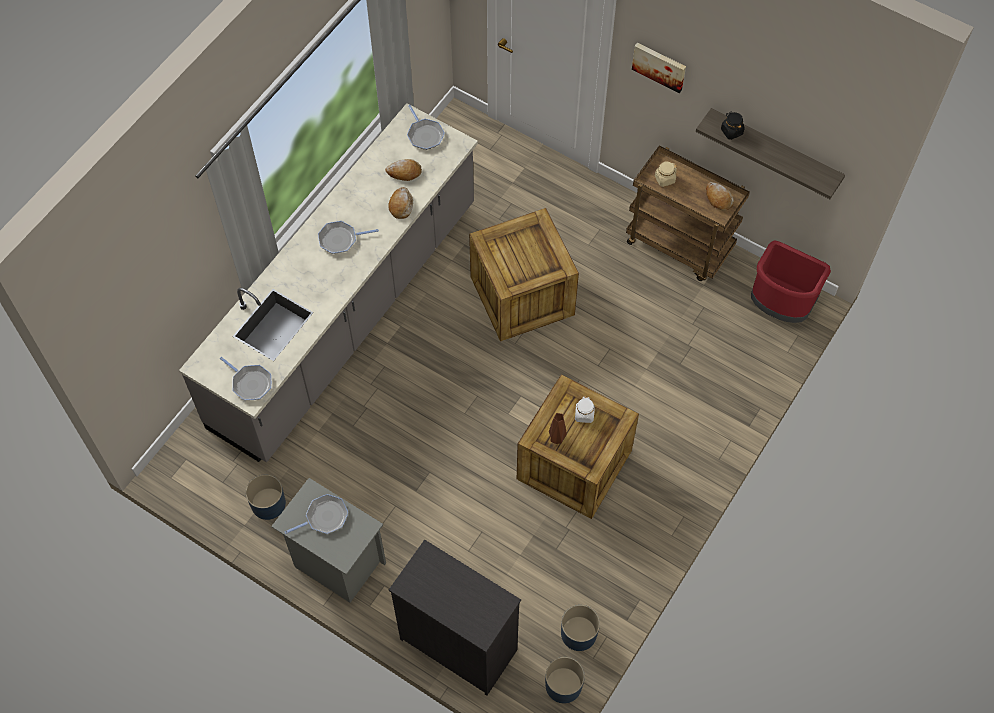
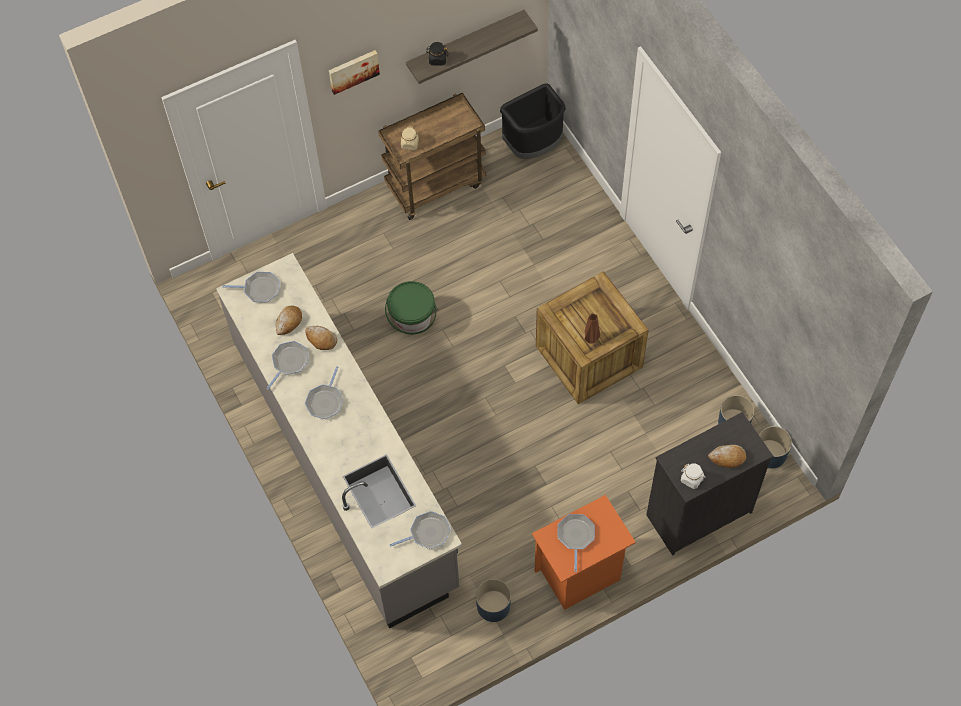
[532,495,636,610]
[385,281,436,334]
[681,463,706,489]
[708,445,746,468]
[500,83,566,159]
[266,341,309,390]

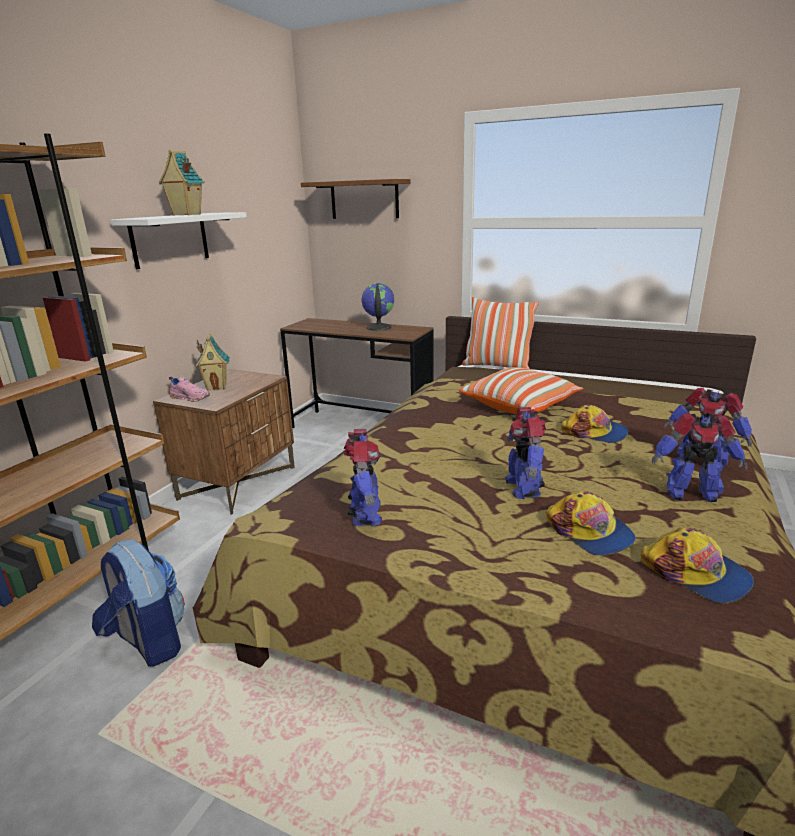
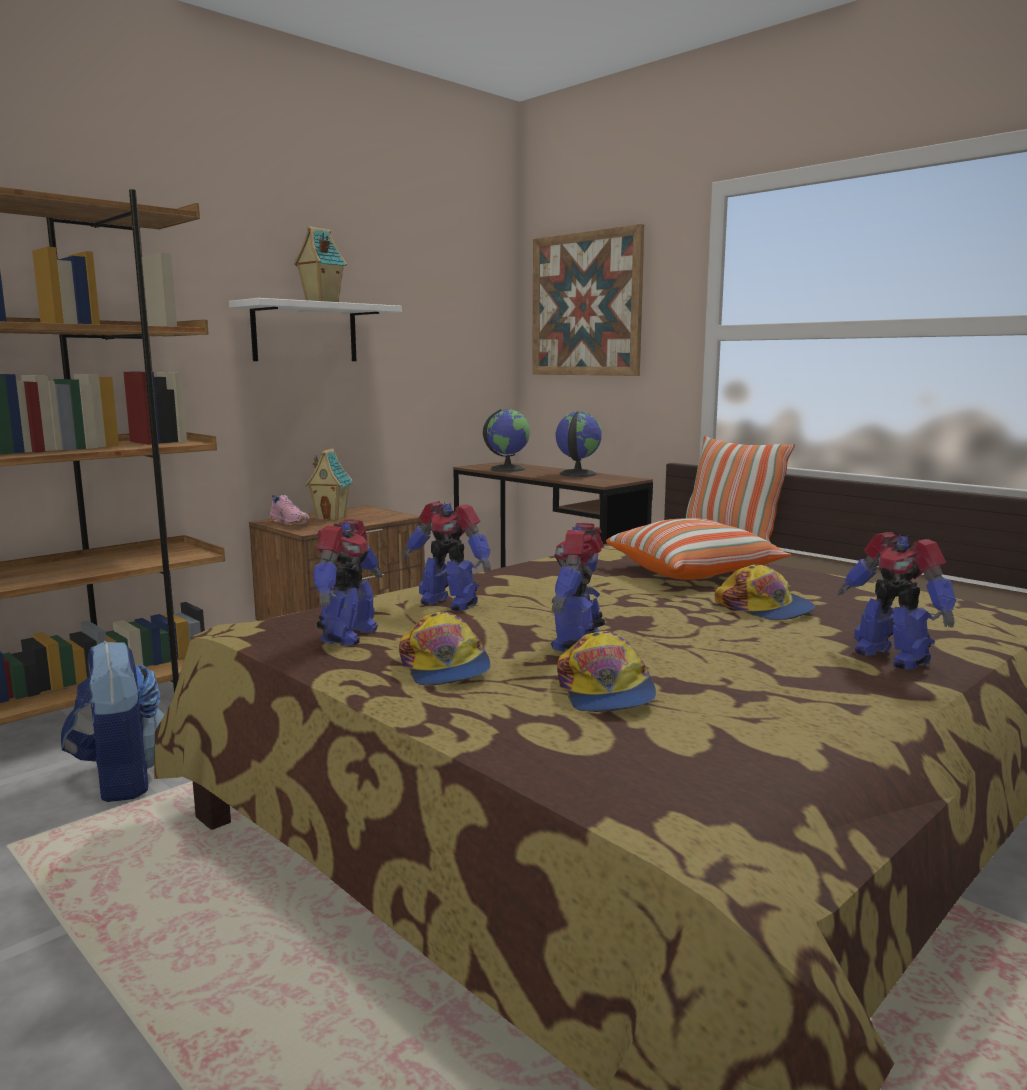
[532,224,644,376]
[399,612,491,685]
[403,501,491,611]
[483,409,530,472]

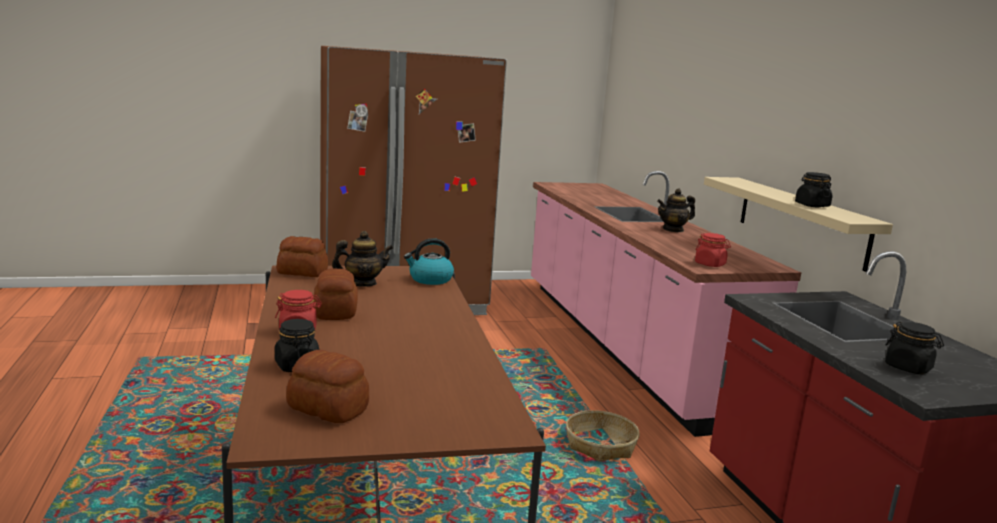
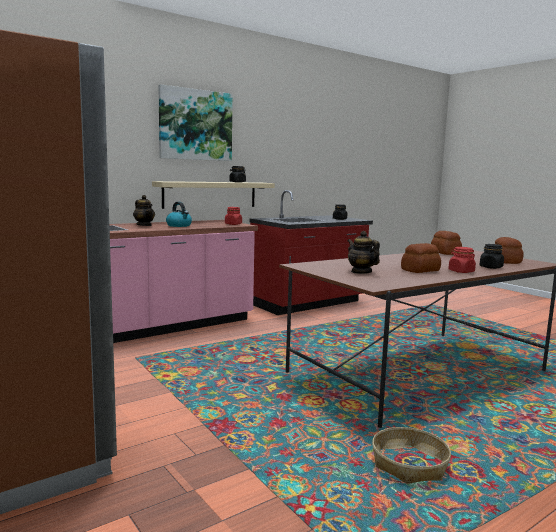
[431,231,462,255]
[166,202,192,227]
[372,427,451,484]
[158,84,232,161]

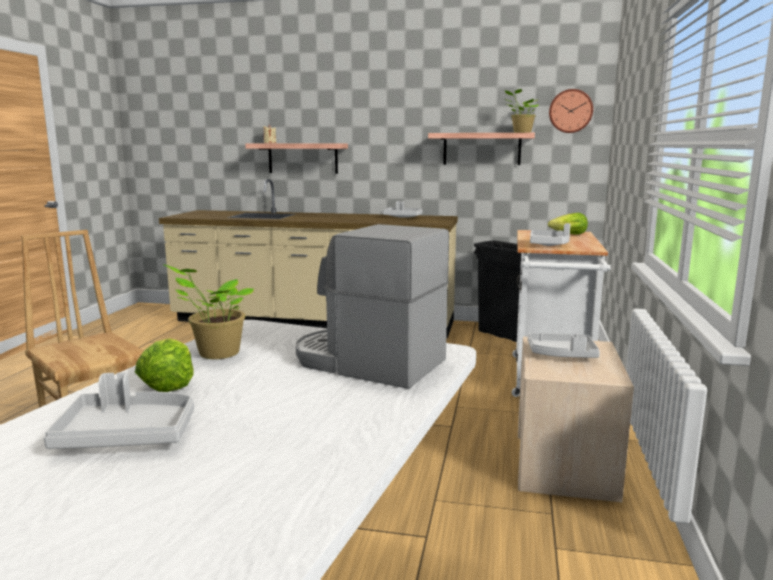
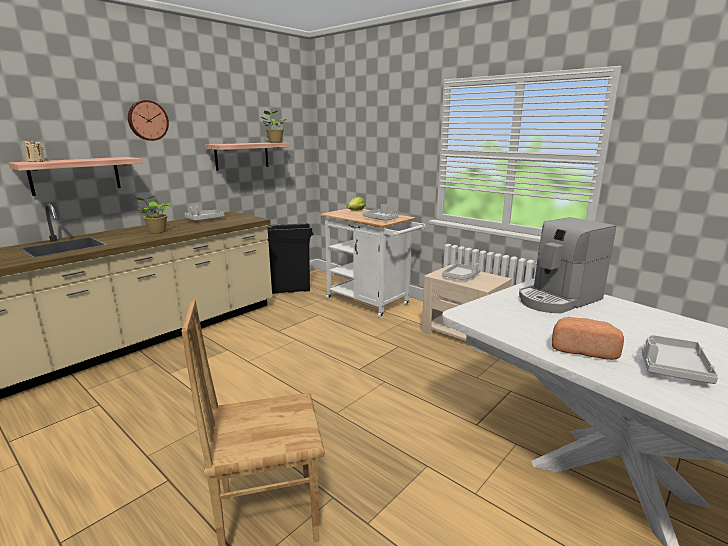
[552,317,624,360]
[135,196,170,233]
[128,100,169,141]

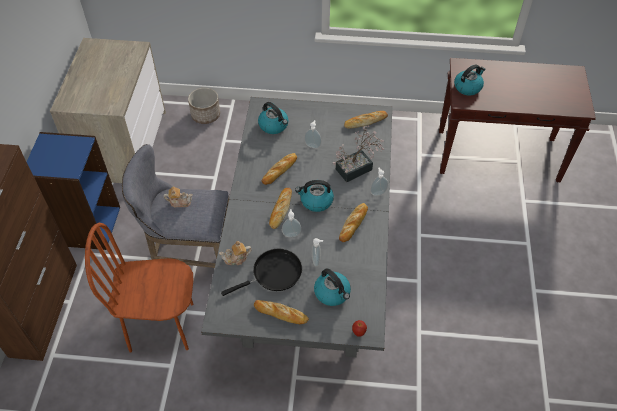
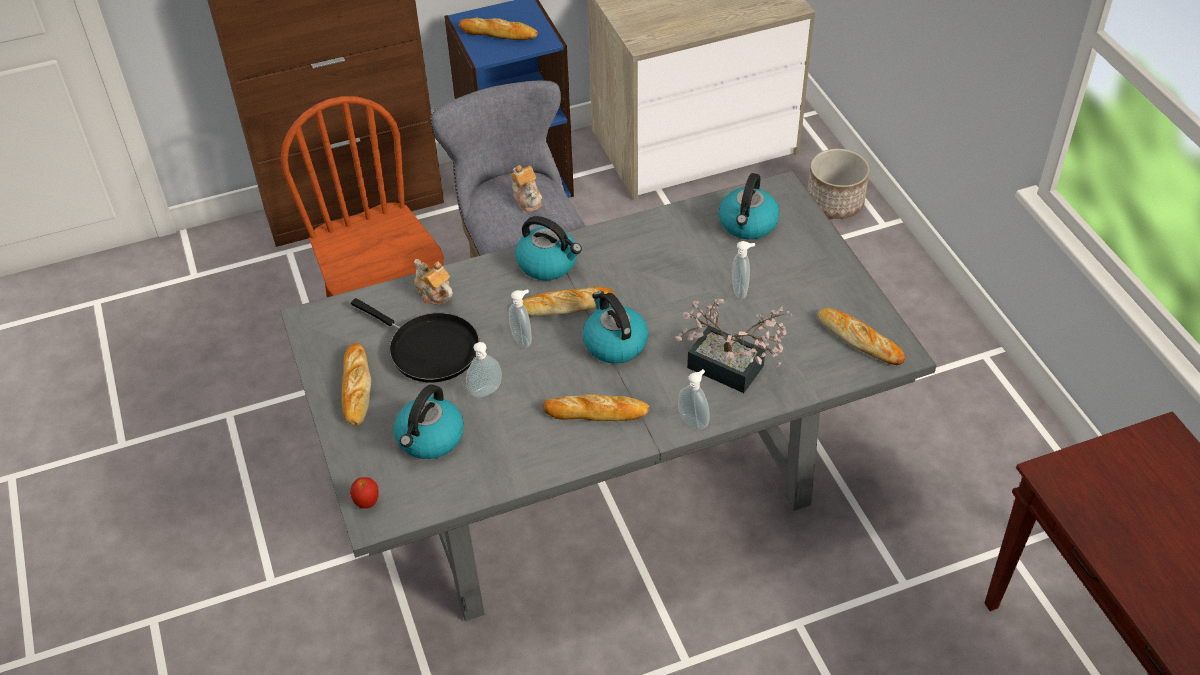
[459,17,538,40]
[515,216,582,280]

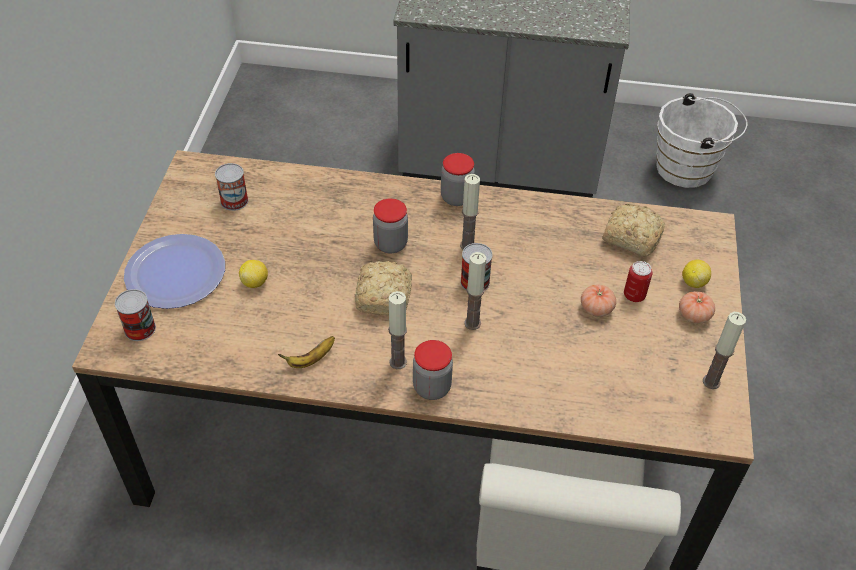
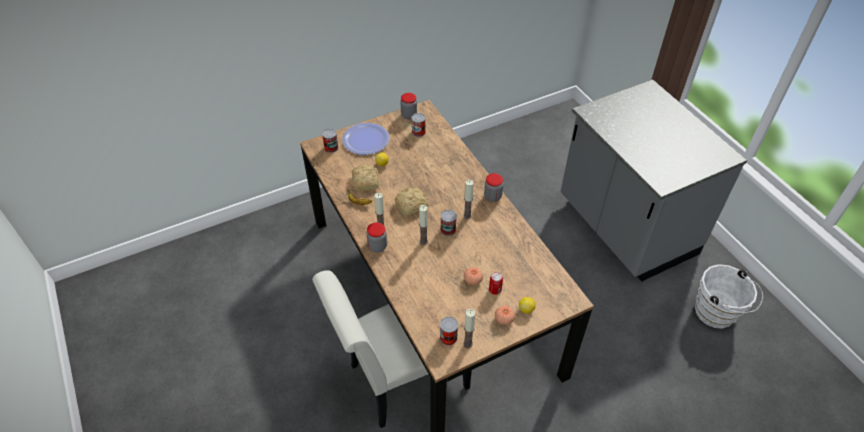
[400,93,417,119]
[352,165,379,191]
[440,317,458,345]

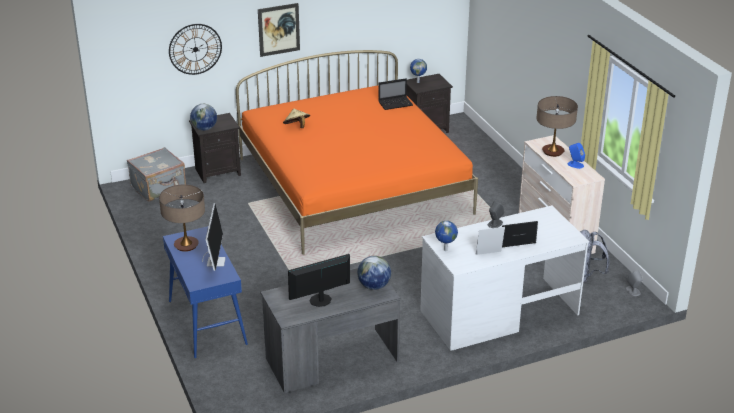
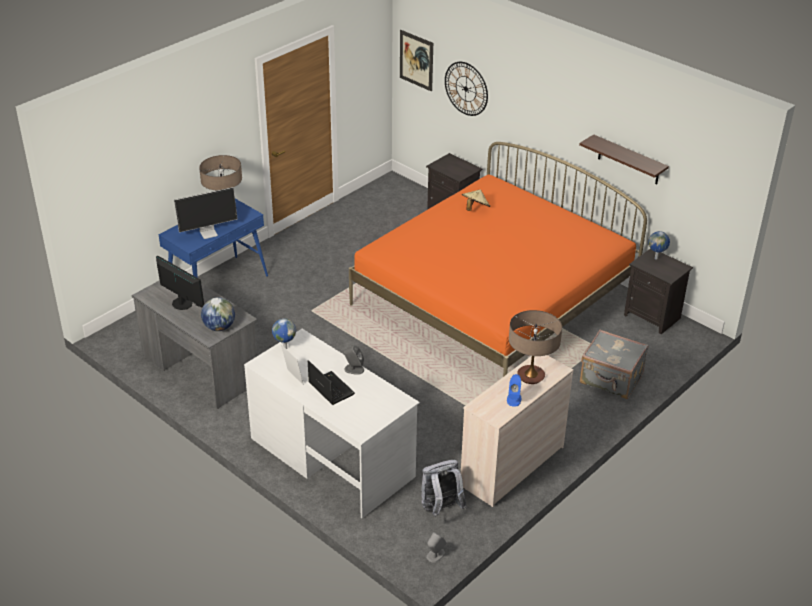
[580,330,648,399]
[190,104,217,131] (first image)
[400,30,433,92]
[378,78,413,110] (first image)
[579,135,669,184]

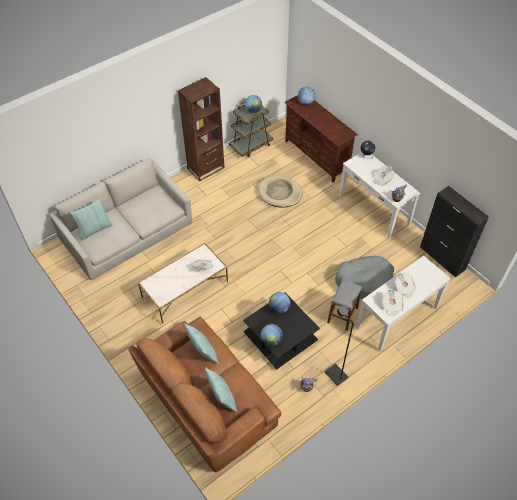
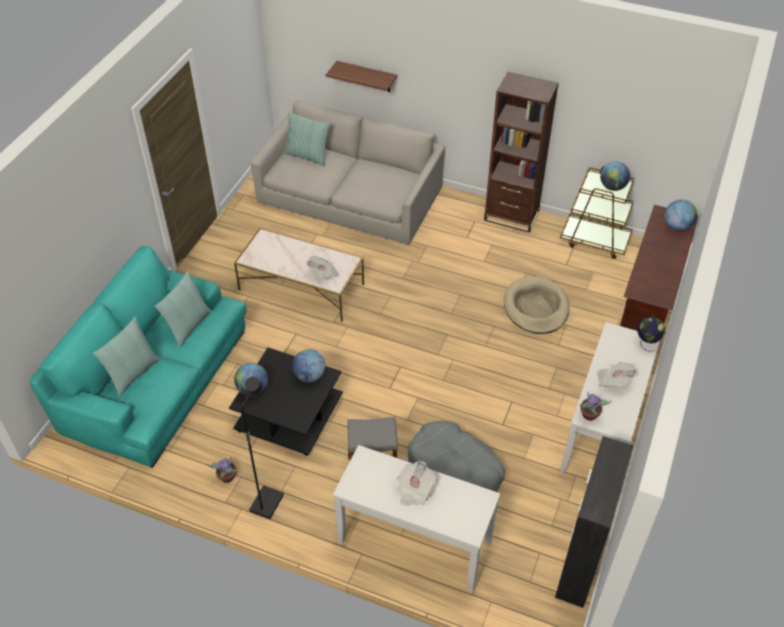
[29,246,247,468]
[382,289,404,317] (first image)
[326,61,398,92]

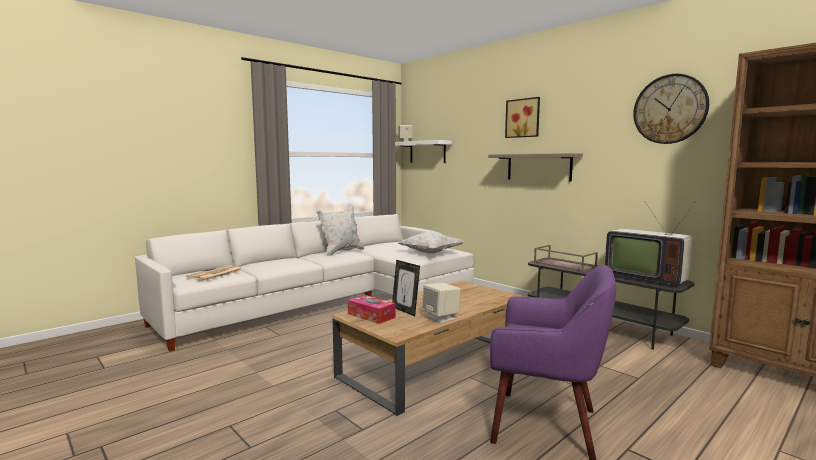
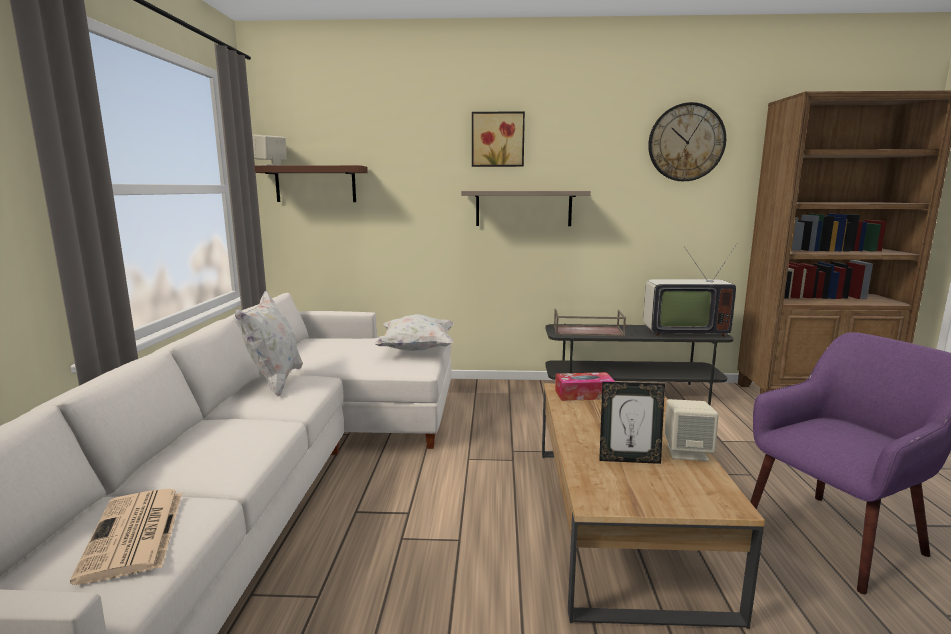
[555,372,615,401]
[254,165,368,202]

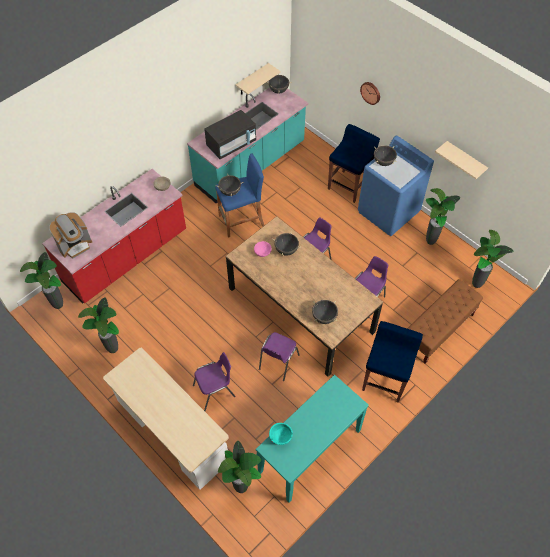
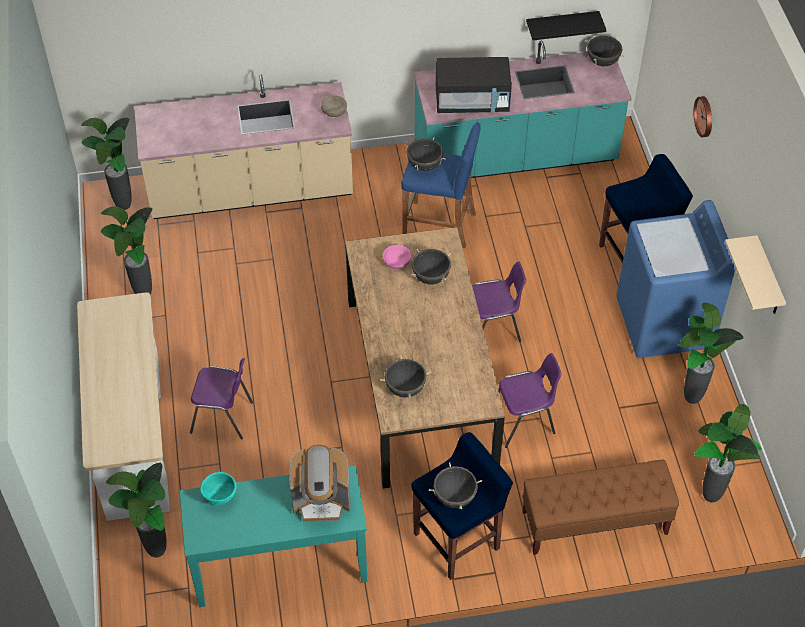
[134,75,353,219]
[289,445,350,522]
[526,11,606,40]
[259,332,300,381] (first image)
[429,462,482,509]

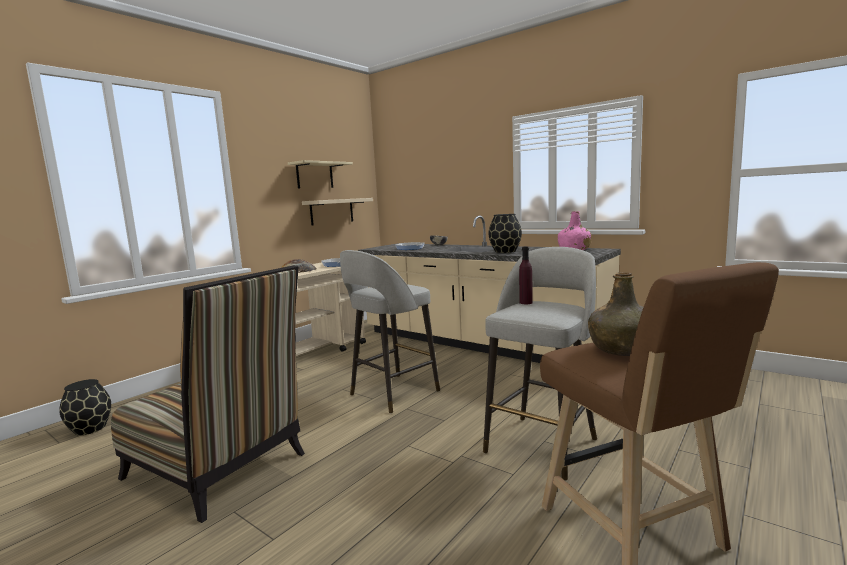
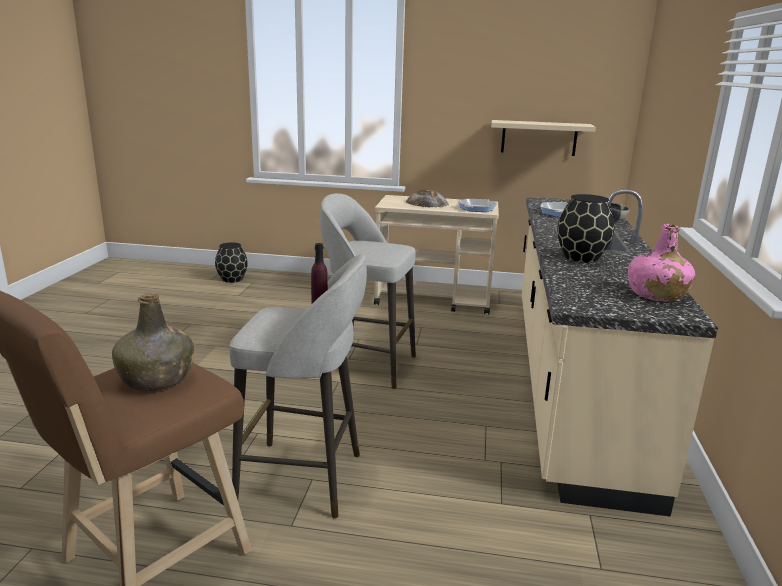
[111,265,305,523] (first image)
[288,160,353,189] (first image)

